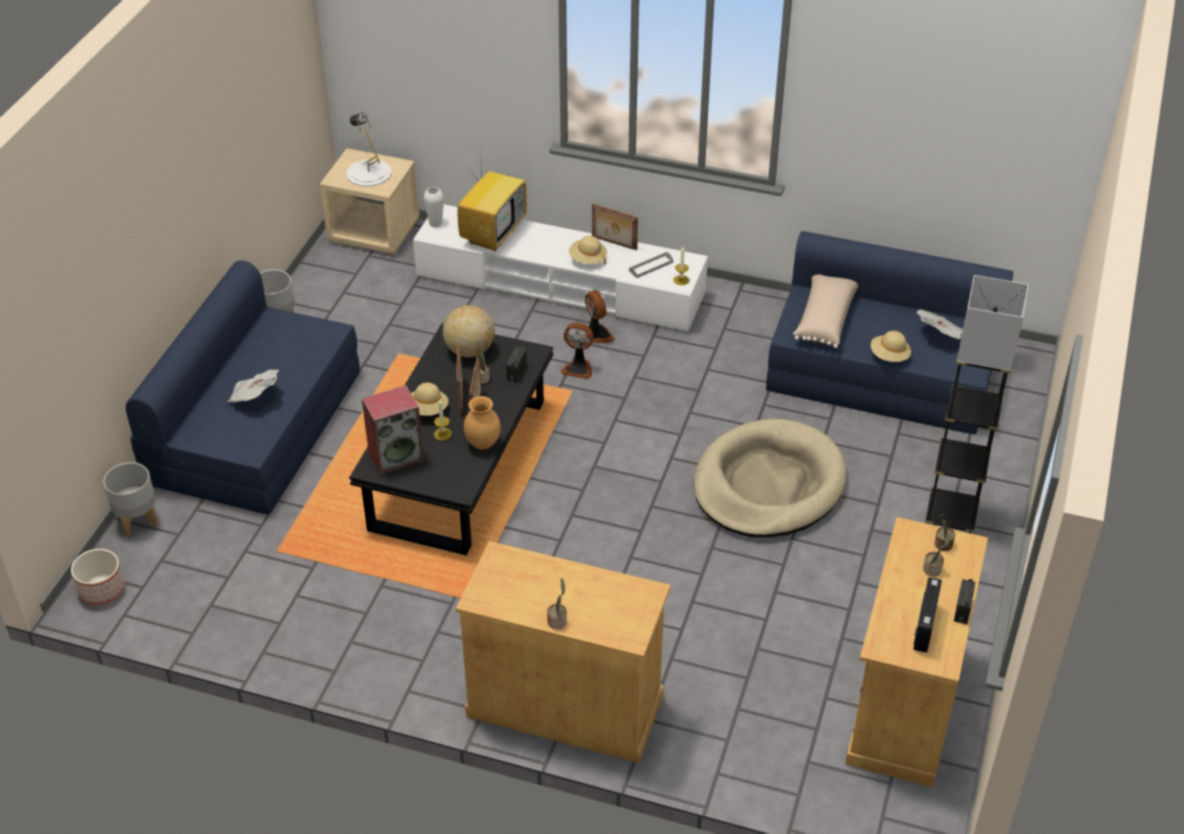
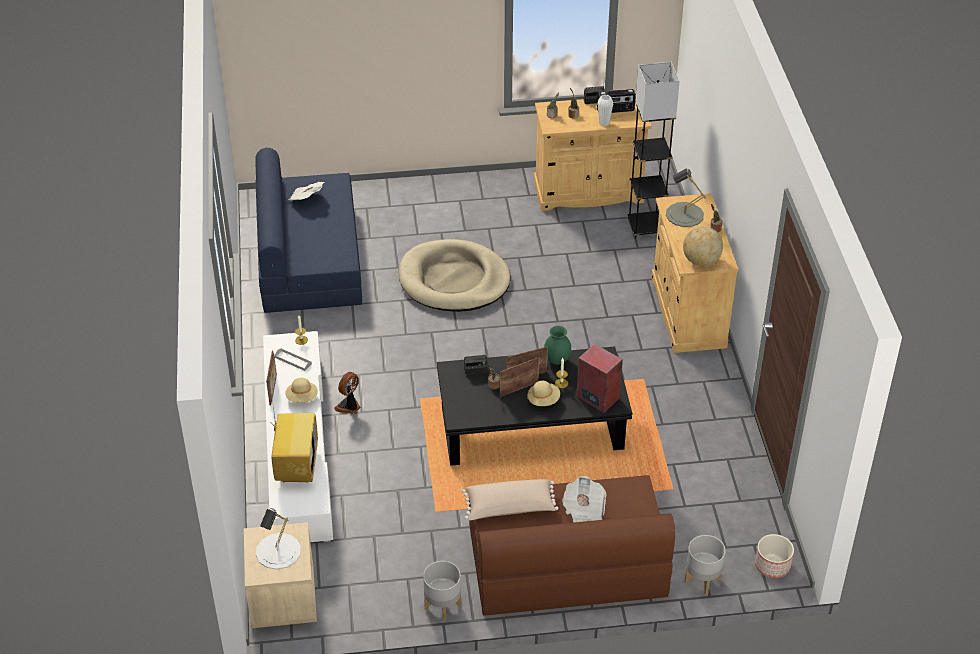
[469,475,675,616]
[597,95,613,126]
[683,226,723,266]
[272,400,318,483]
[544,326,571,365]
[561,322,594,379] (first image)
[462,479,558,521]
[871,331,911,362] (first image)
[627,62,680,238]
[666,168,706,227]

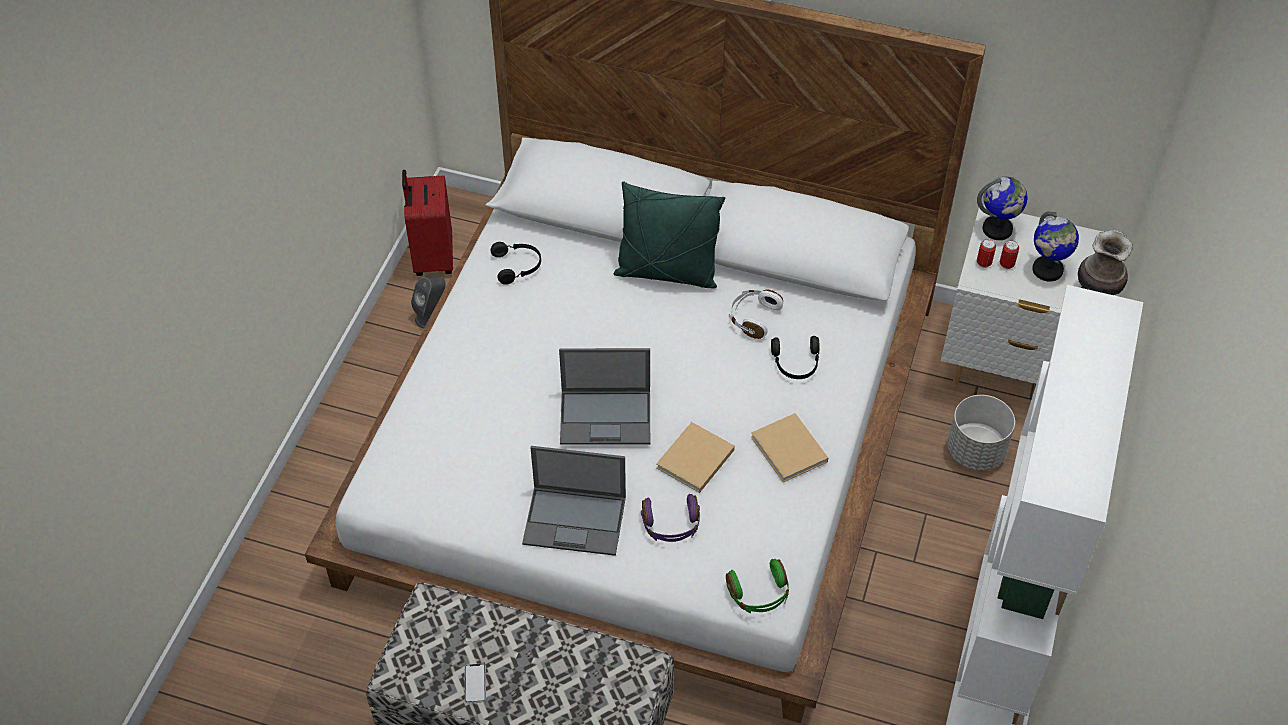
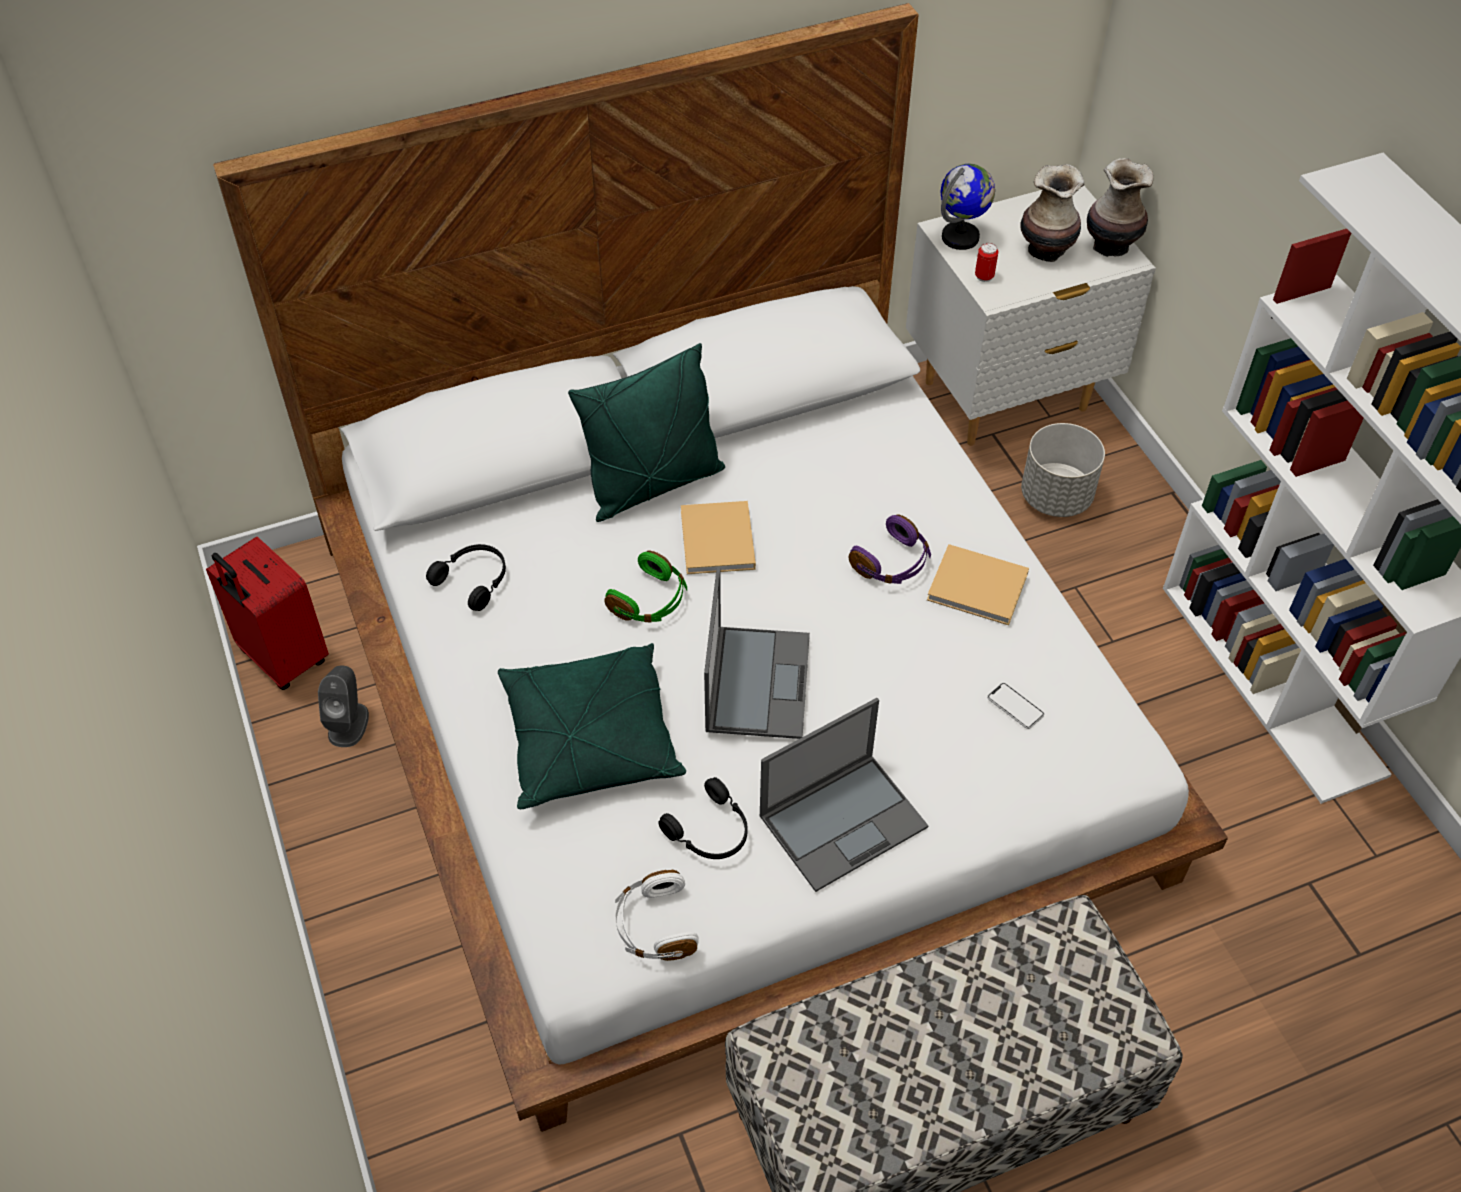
[987,683,1044,729]
[704,568,810,739]
[849,514,931,584]
[681,501,756,574]
[604,550,687,622]
[615,870,699,961]
[658,777,748,859]
[1000,240,1019,269] (first image)
[1021,164,1085,262]
[498,643,686,809]

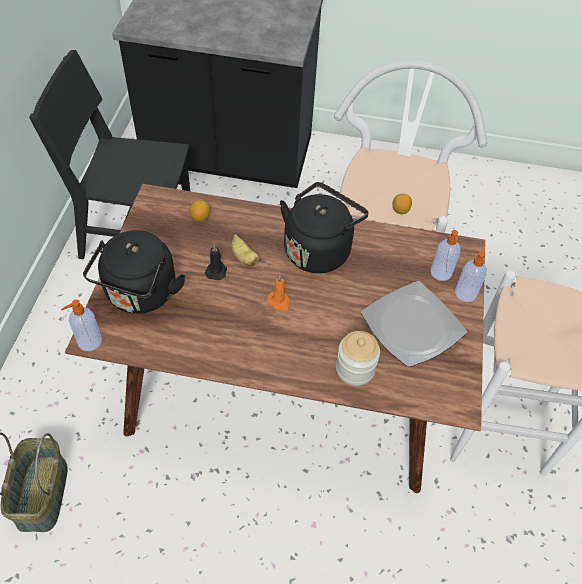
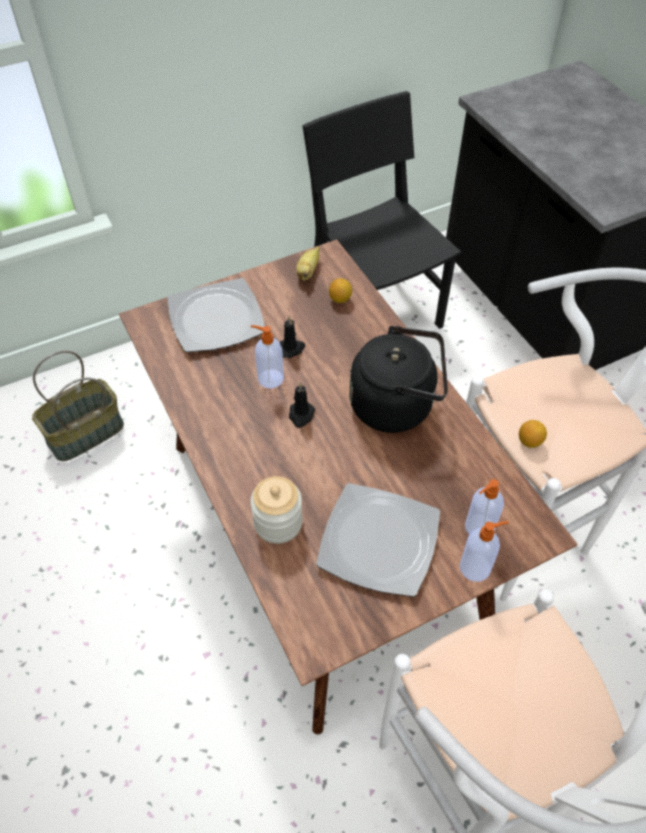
[251,325,284,389]
[167,278,265,352]
[296,247,319,281]
[289,382,315,428]

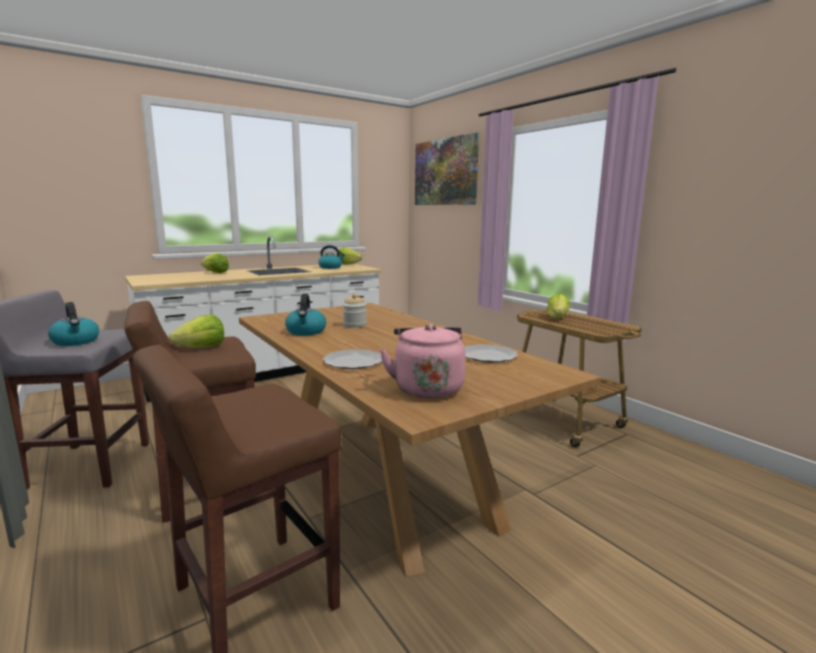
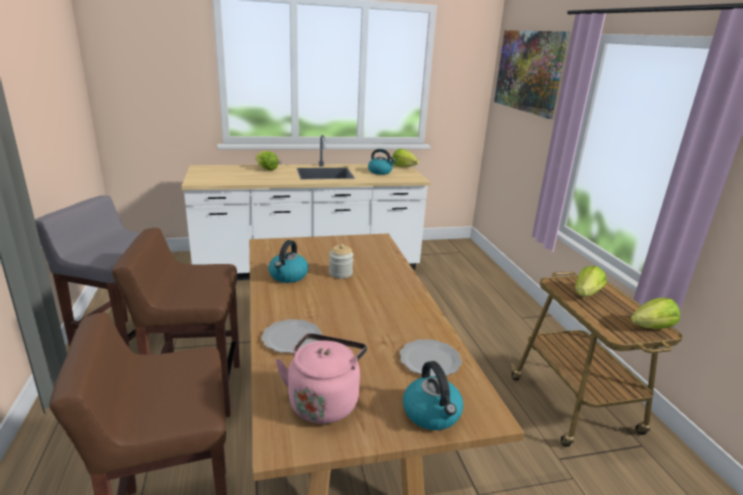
[403,361,463,430]
[631,298,680,329]

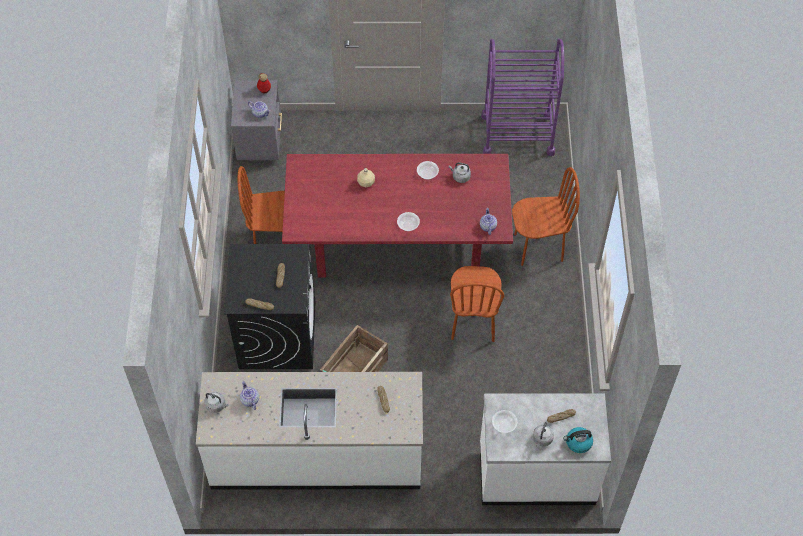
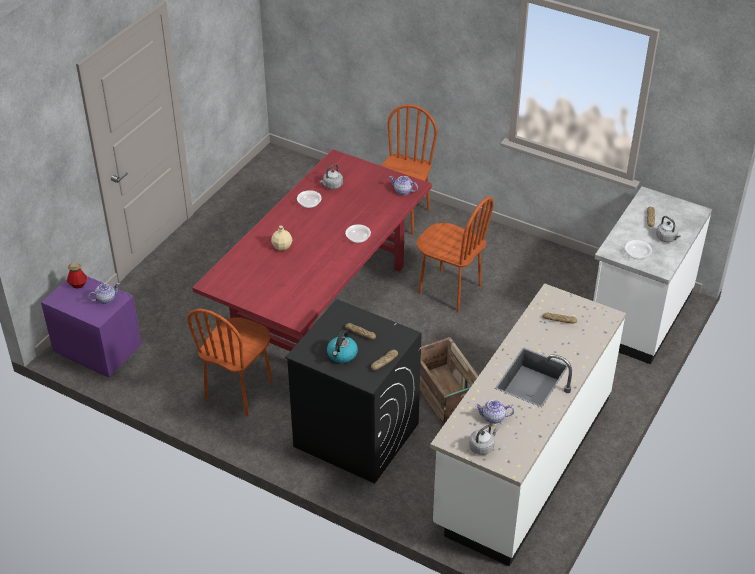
[41,276,142,378]
[481,39,564,156] (first image)
[327,330,358,363]

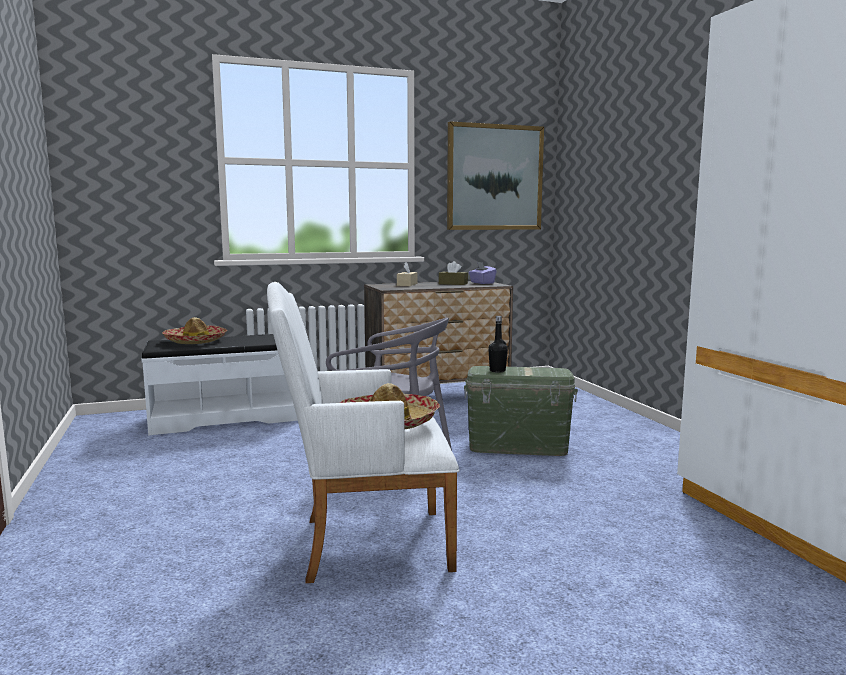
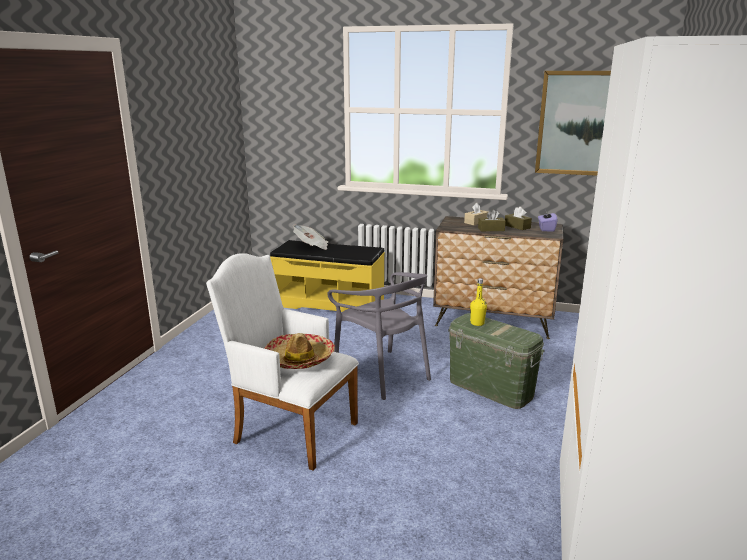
[270,240,385,312]
[293,225,328,250]
[470,278,487,326]
[478,210,506,231]

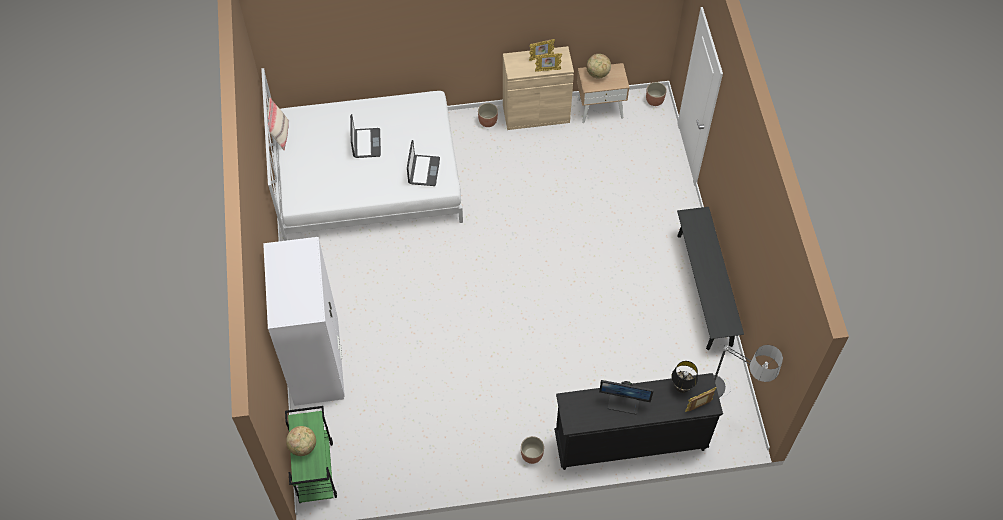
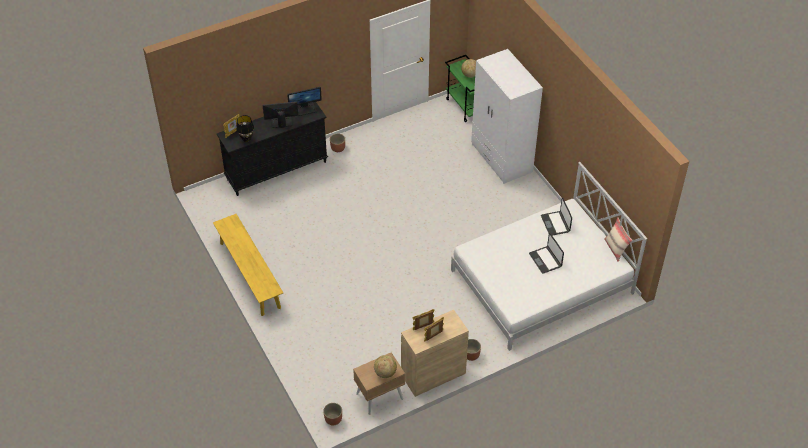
[541,198,572,236]
[213,214,283,316]
[713,345,783,398] (first image)
[287,87,322,116]

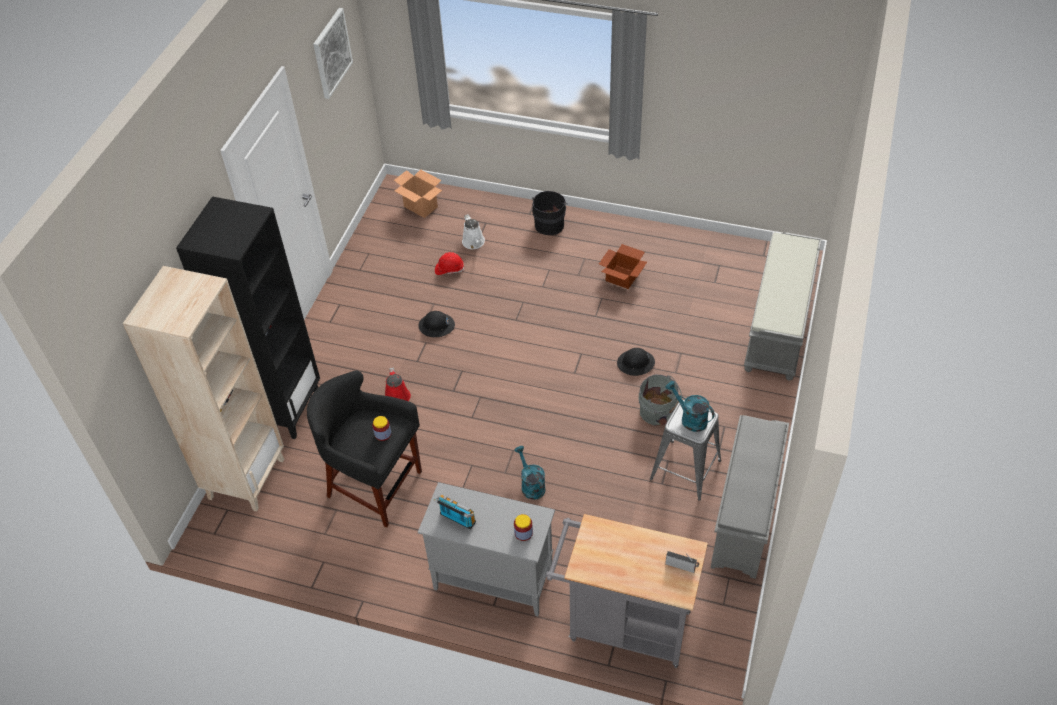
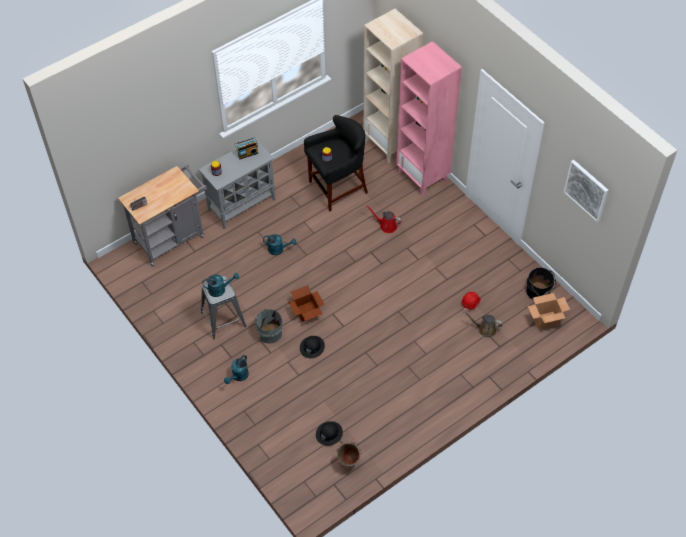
[396,41,462,197]
[316,421,343,446]
[464,311,503,338]
[526,267,556,300]
[289,285,325,322]
[711,415,789,579] (first image)
[744,232,822,381] (first image)
[224,355,249,384]
[337,441,361,466]

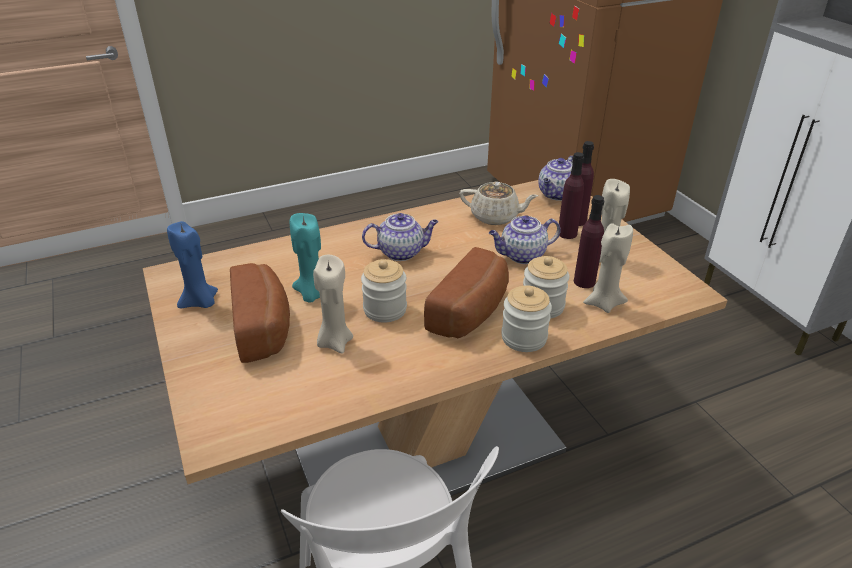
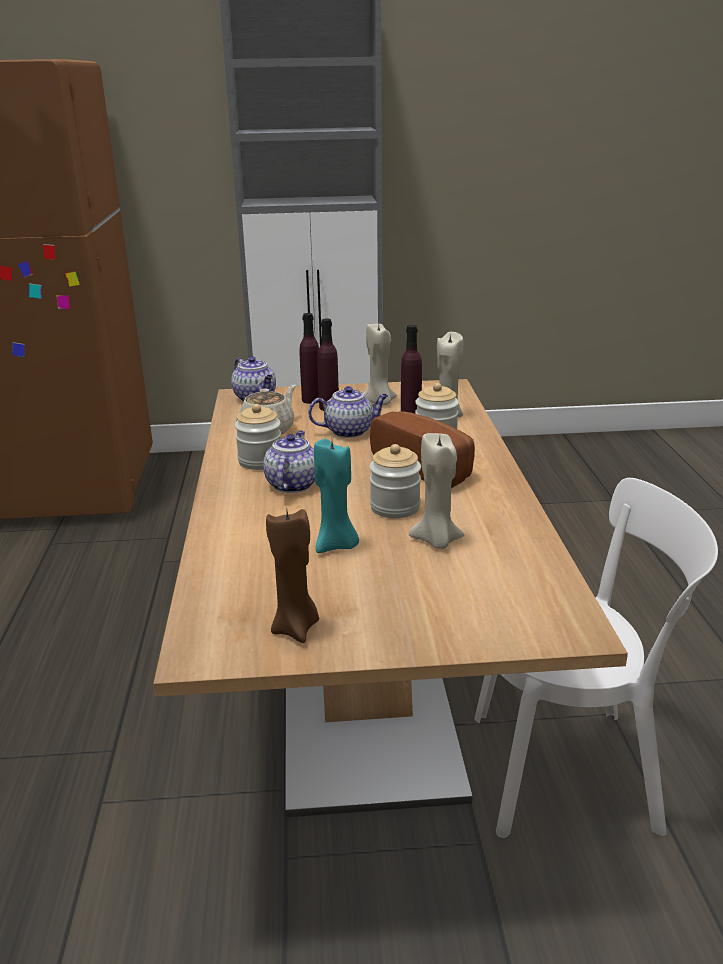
[266,509,319,643]
[230,263,290,363] (first image)
[308,386,388,438]
[235,404,281,470]

